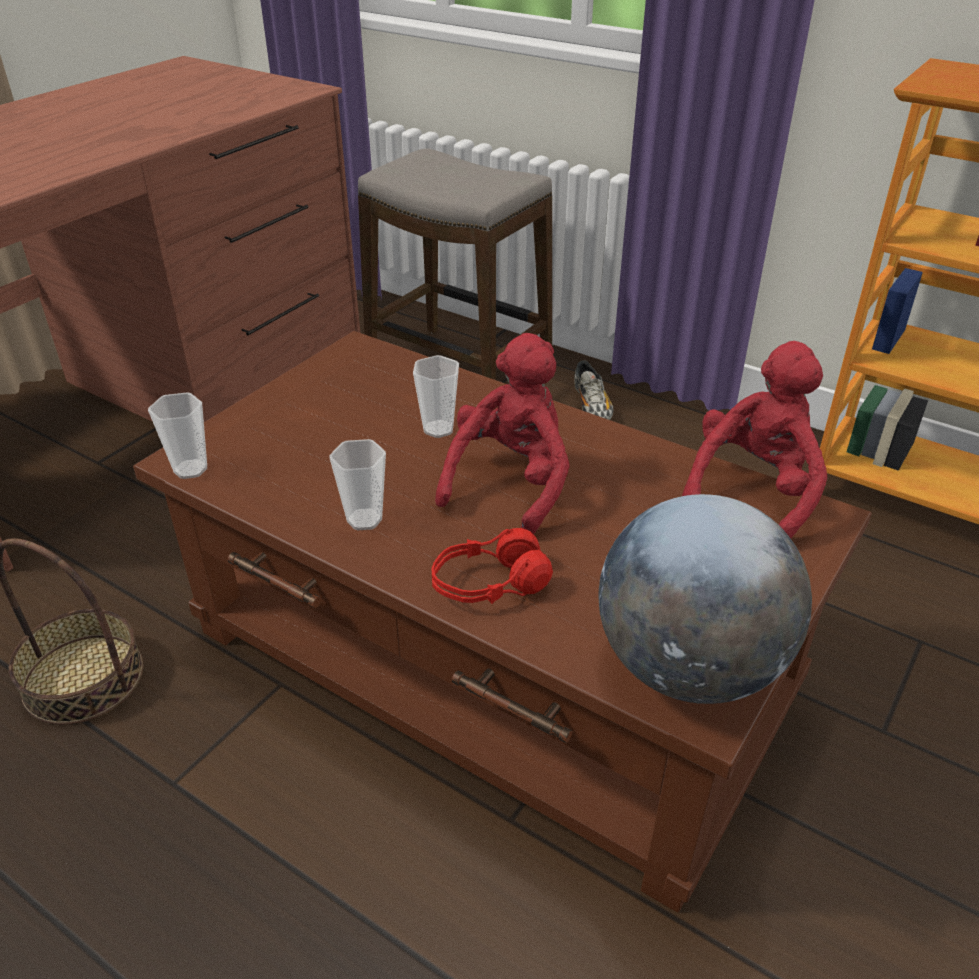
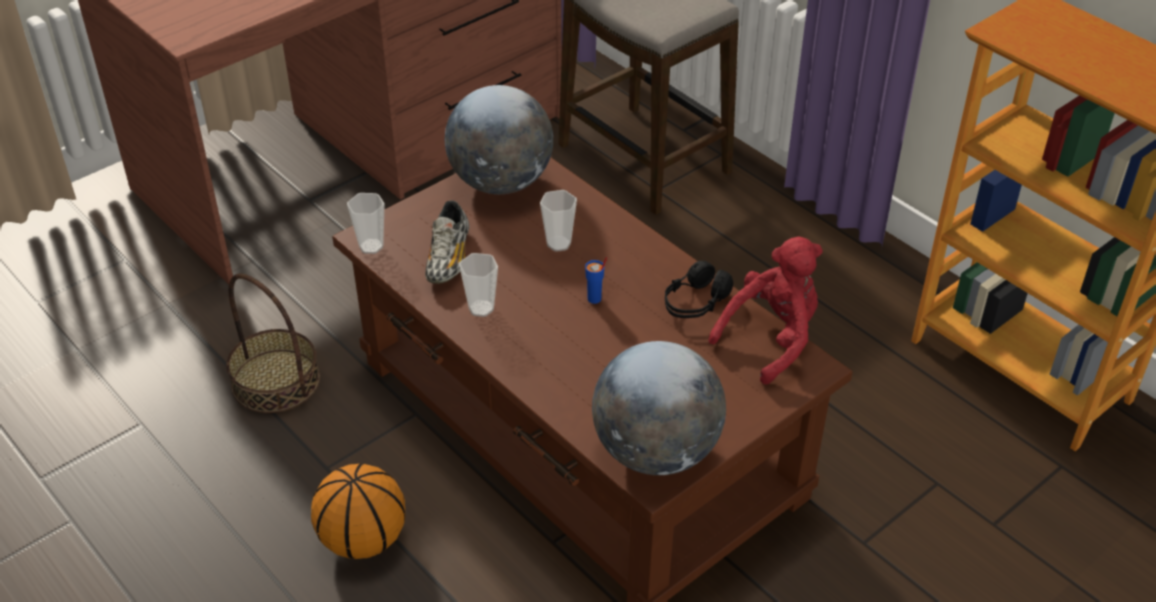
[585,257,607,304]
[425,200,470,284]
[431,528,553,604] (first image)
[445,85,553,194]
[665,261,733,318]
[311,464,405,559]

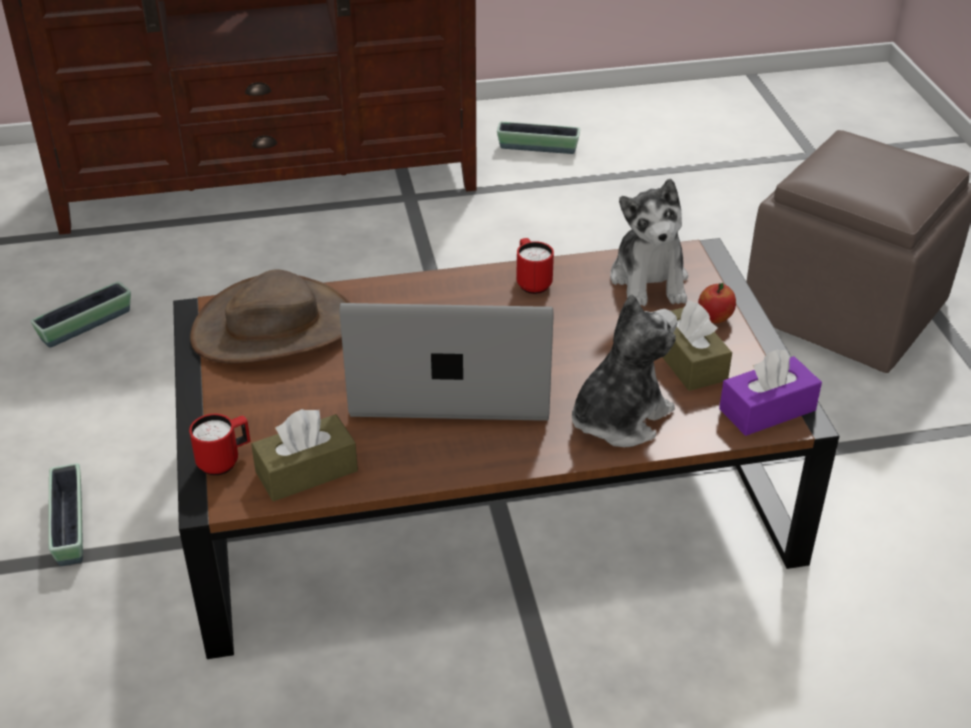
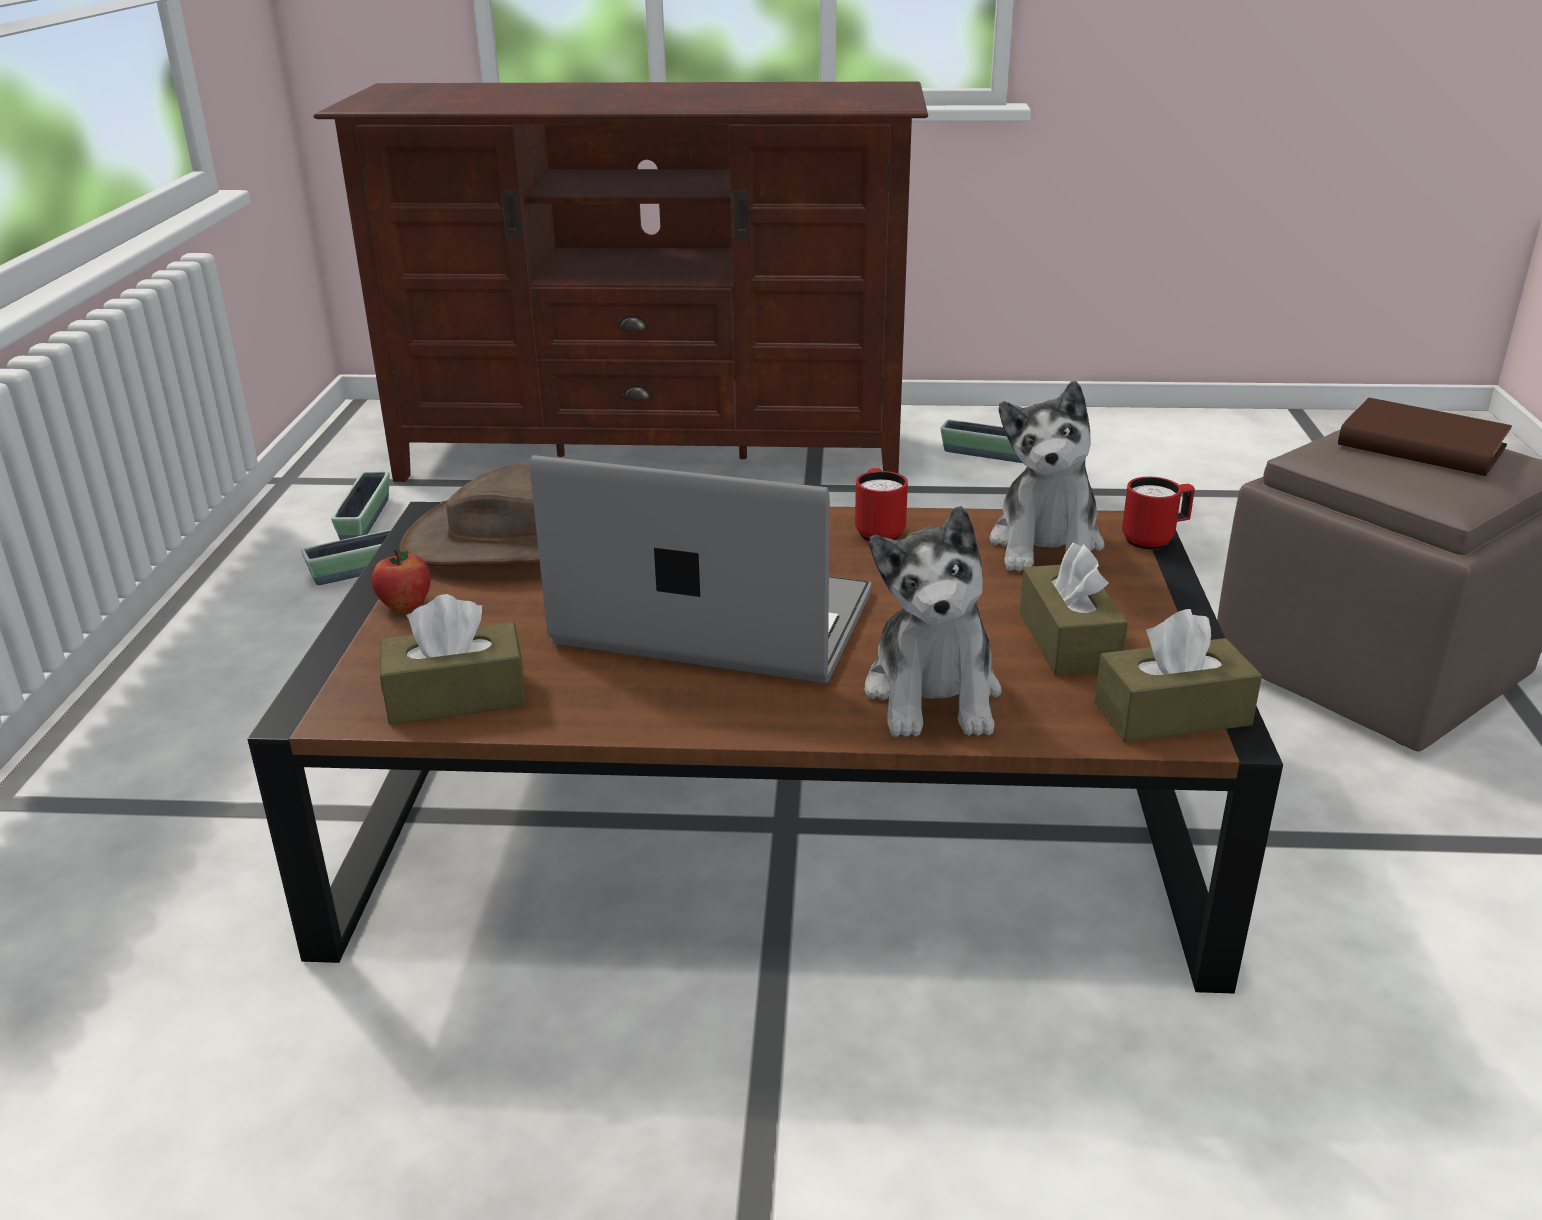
[371,549,431,612]
[865,506,1002,737]
[1094,609,1262,742]
[1122,477,1195,550]
[331,471,390,540]
[1338,398,1512,476]

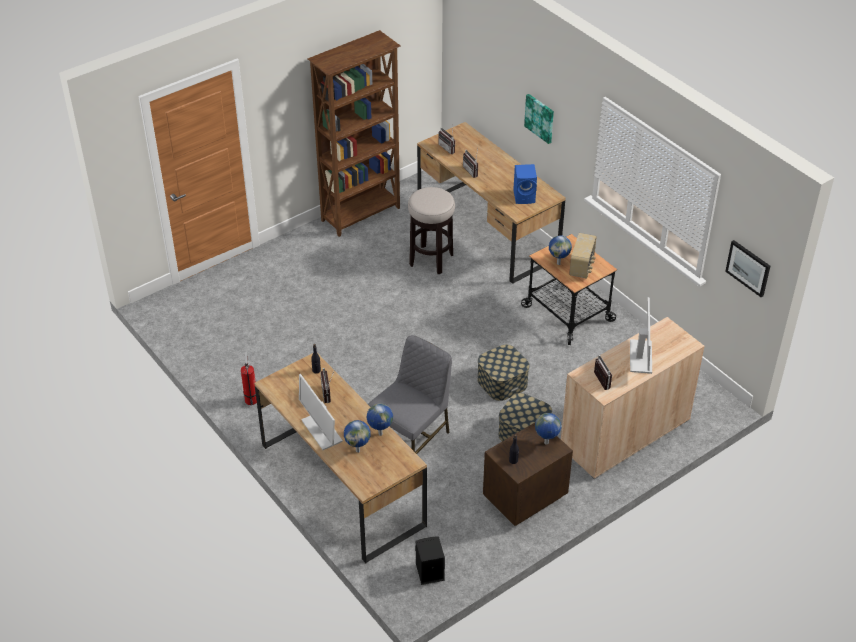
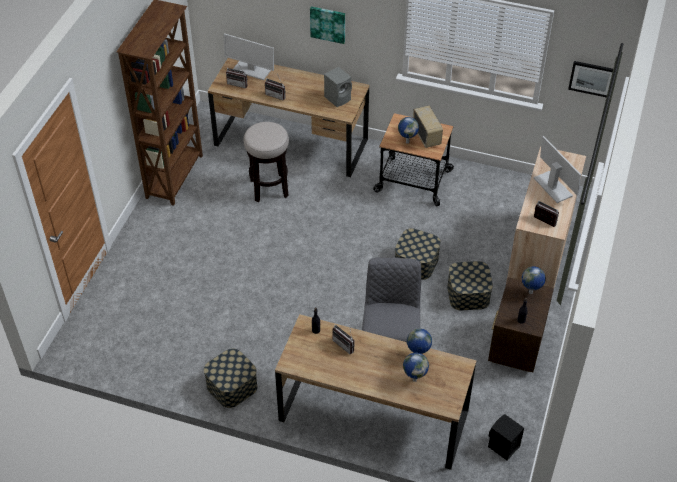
[324,67,352,107]
[204,349,258,408]
[223,33,274,80]

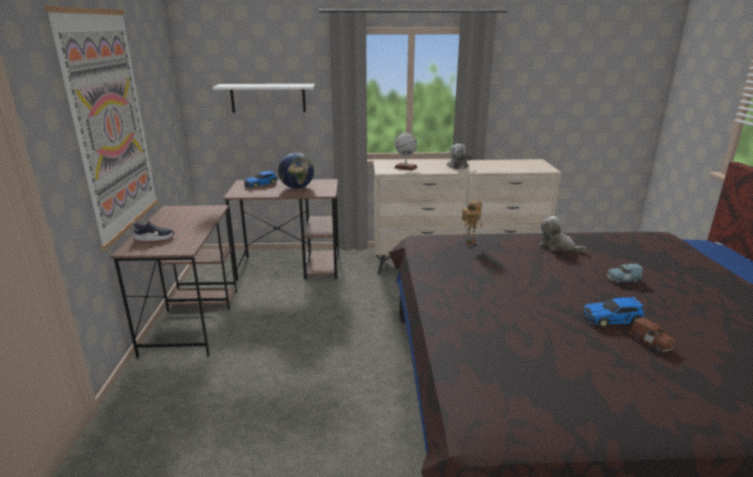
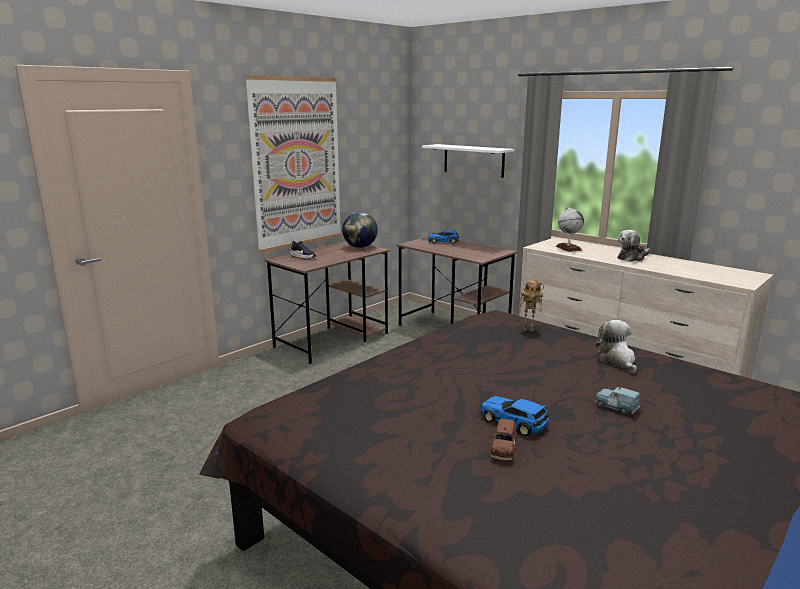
[342,212,378,248]

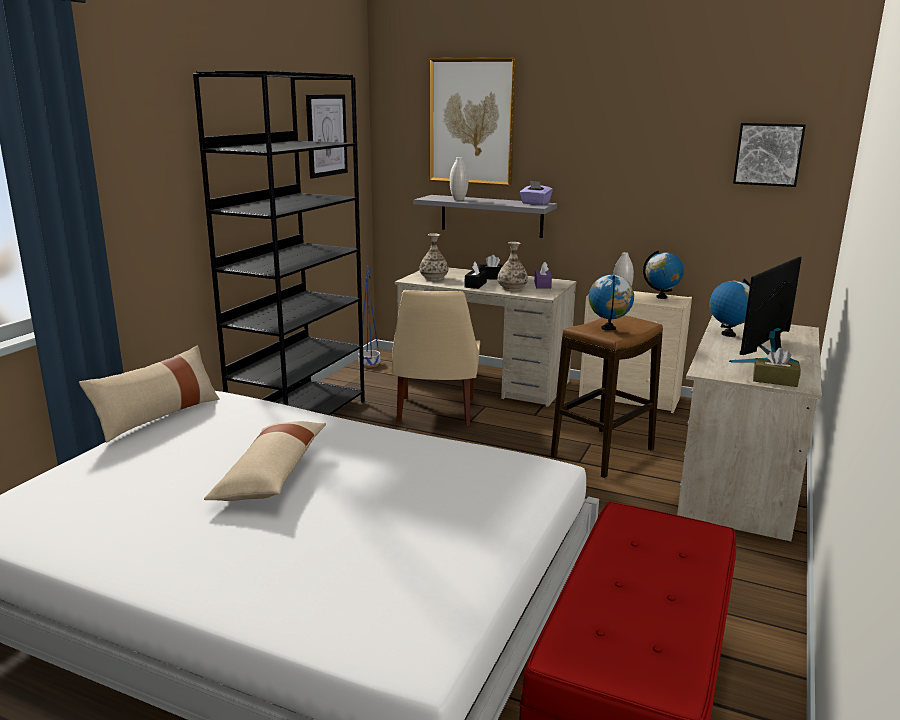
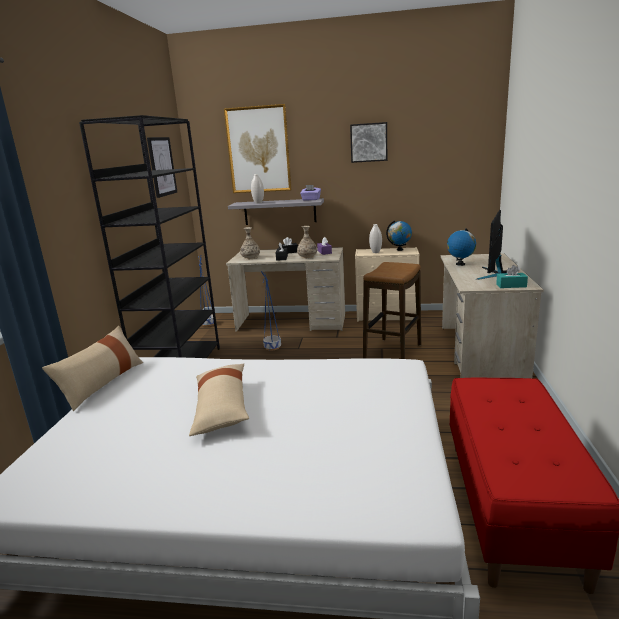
[350,122,387,163]
[589,275,634,331] (first image)
[261,271,281,351]
[496,265,528,288]

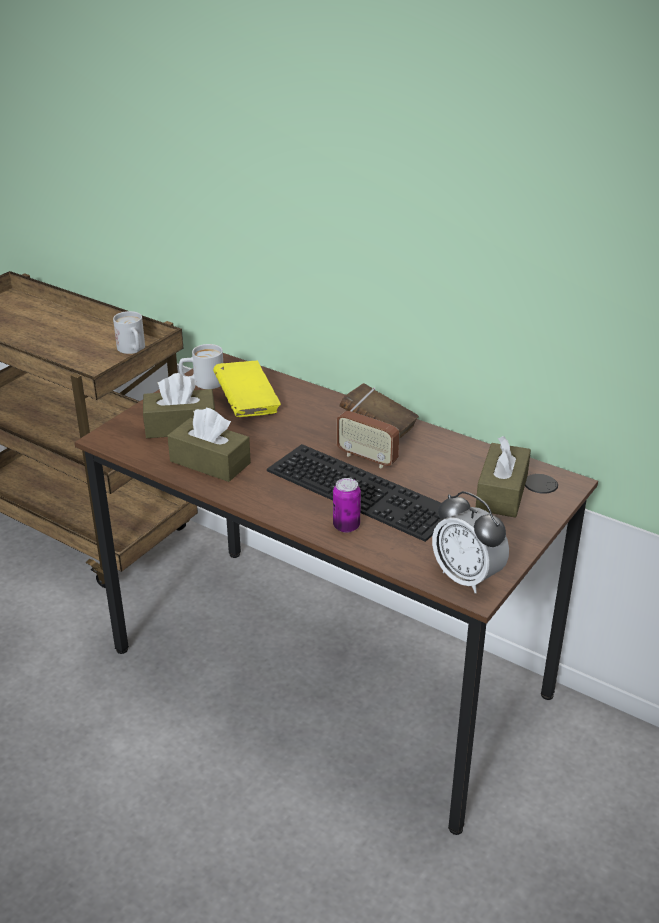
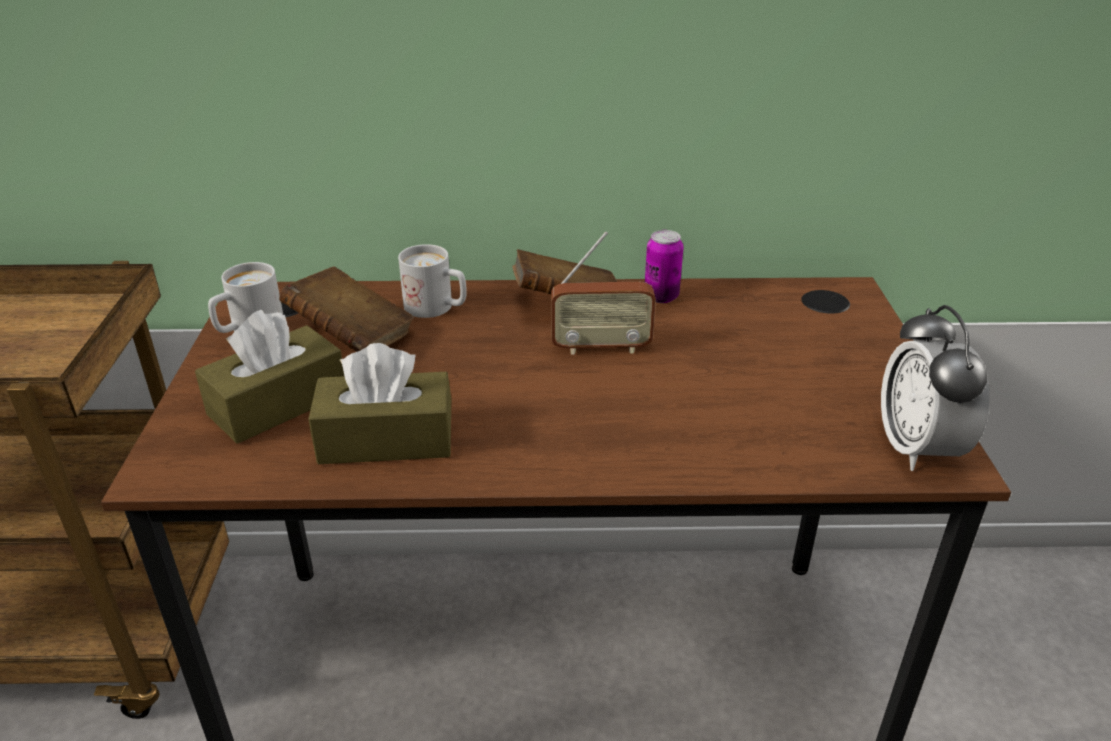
[398,244,467,318]
[279,266,414,352]
[476,436,531,518] (first image)
[267,444,445,542] (first image)
[645,230,684,303]
[881,305,989,471]

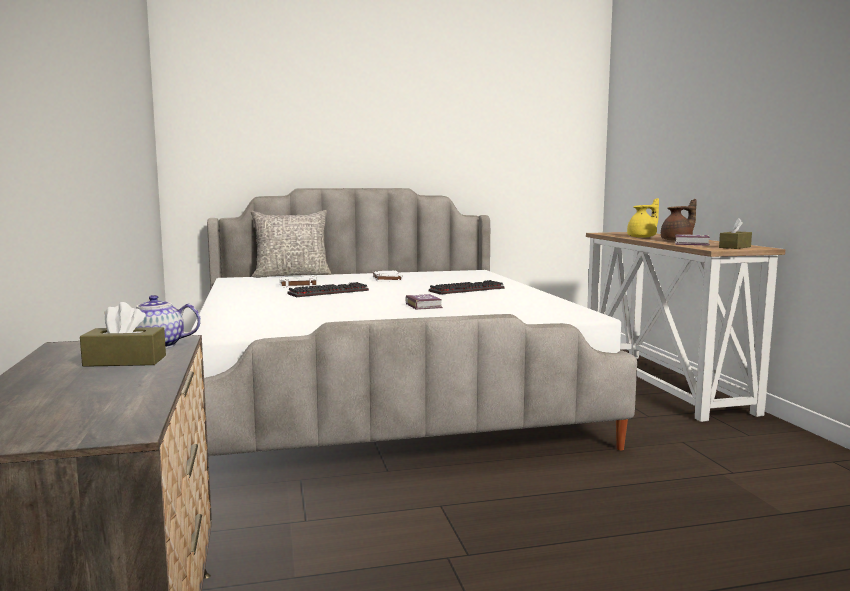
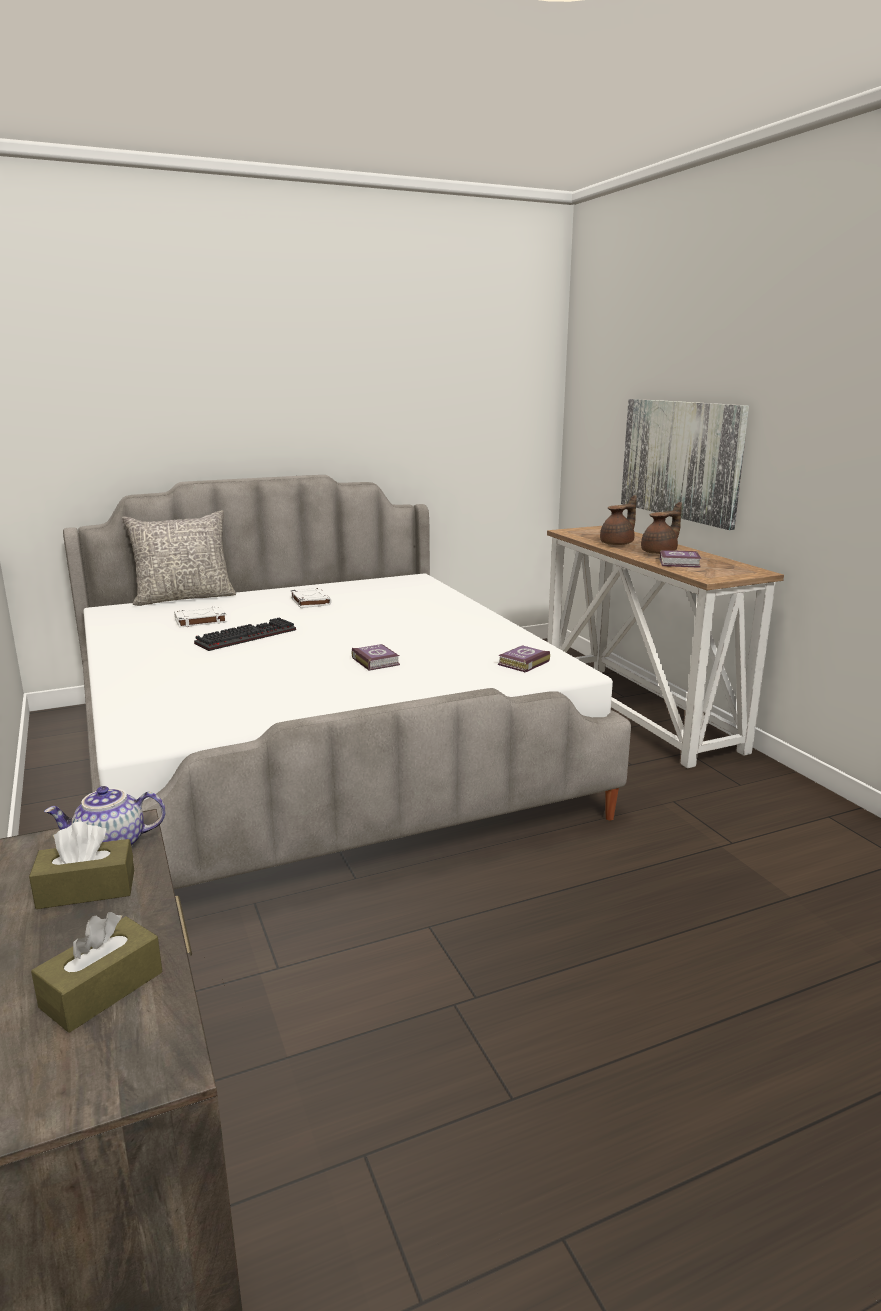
[600,495,636,545]
[31,912,162,1033]
[429,280,504,295] (first image)
[621,399,749,530]
[498,645,550,672]

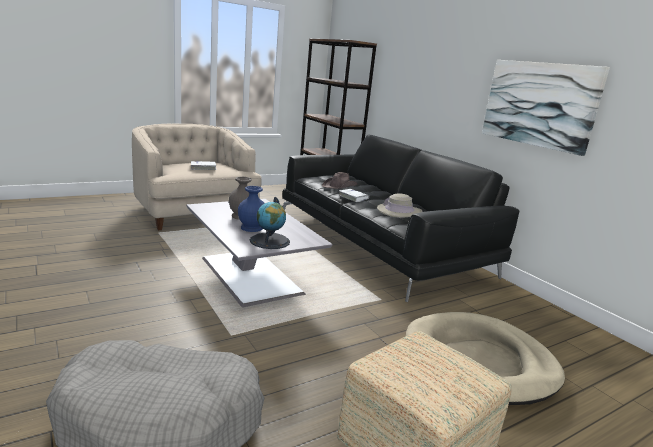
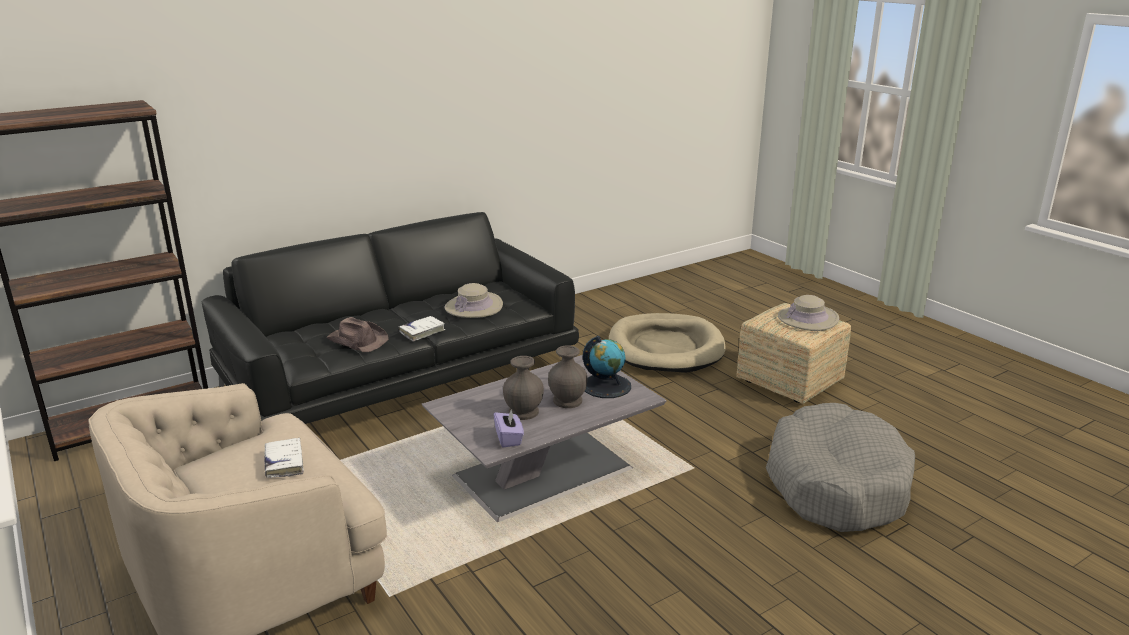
[482,60,610,156] (first image)
[548,345,588,408]
[778,295,839,331]
[494,408,524,447]

